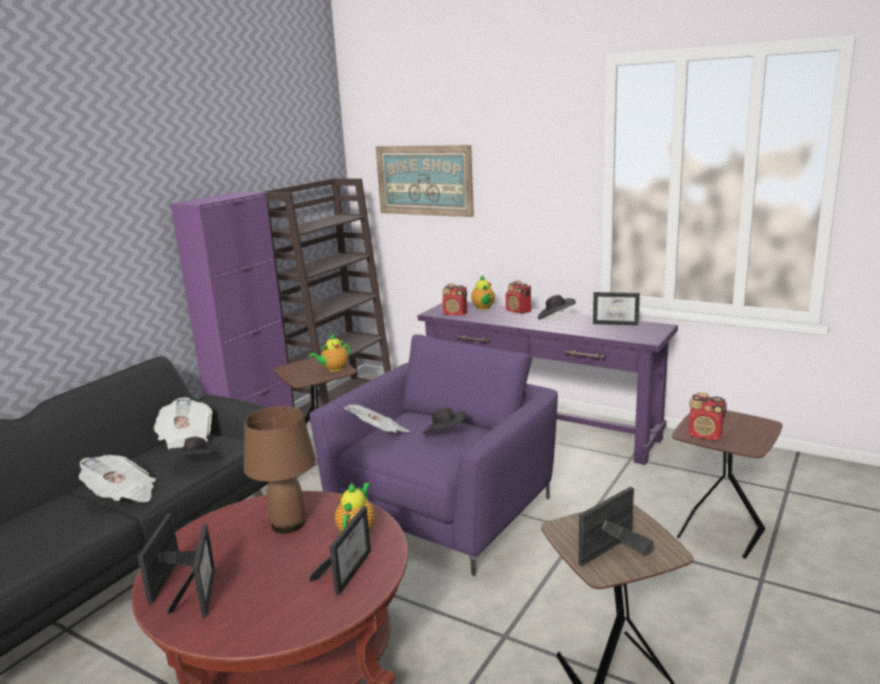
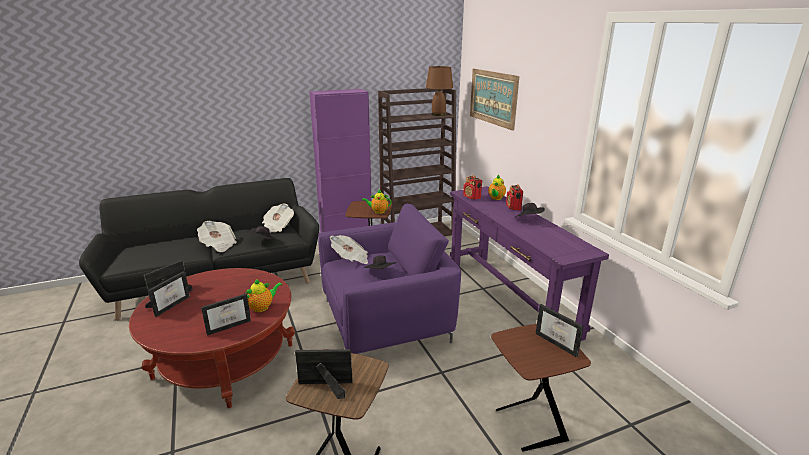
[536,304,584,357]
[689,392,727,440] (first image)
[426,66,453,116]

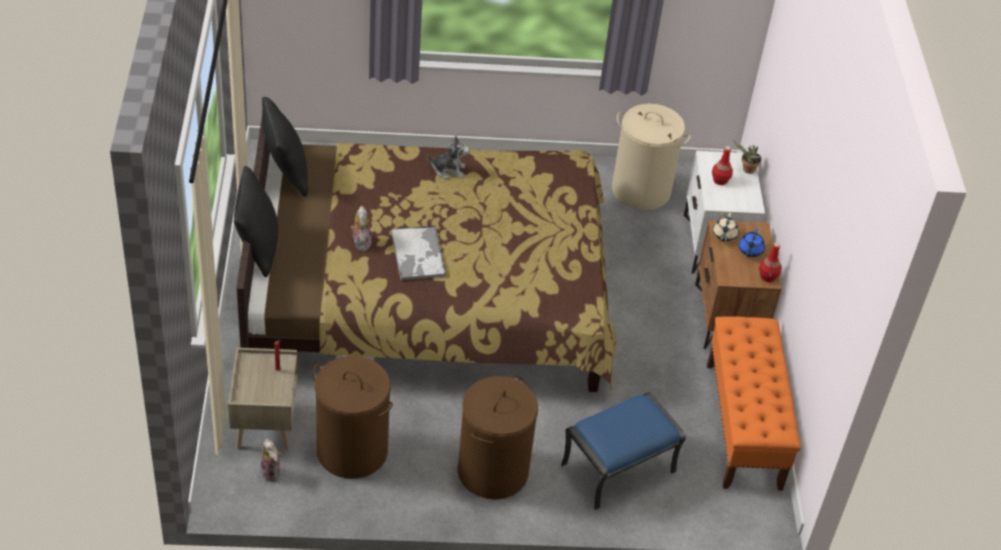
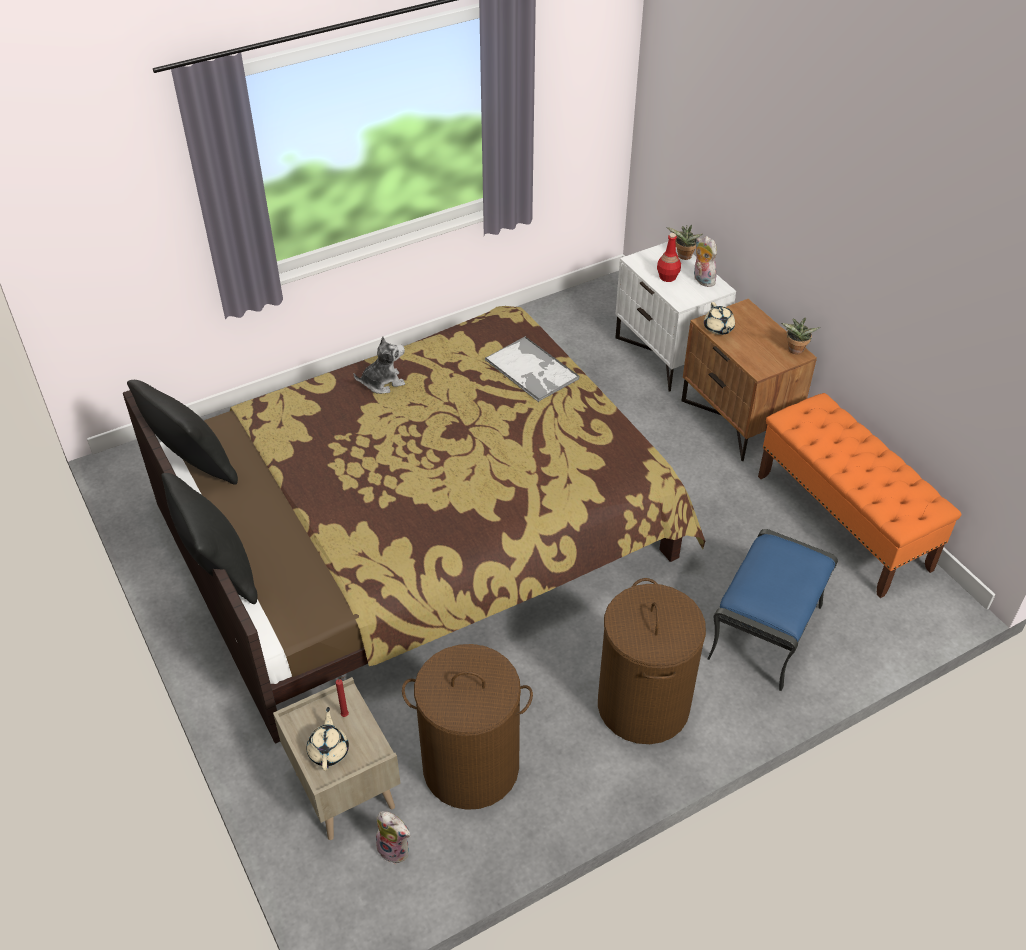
[612,104,690,210] (first image)
[694,236,717,287]
[485,336,580,402]
[738,228,765,257] (first image)
[781,318,820,354]
[307,707,349,771]

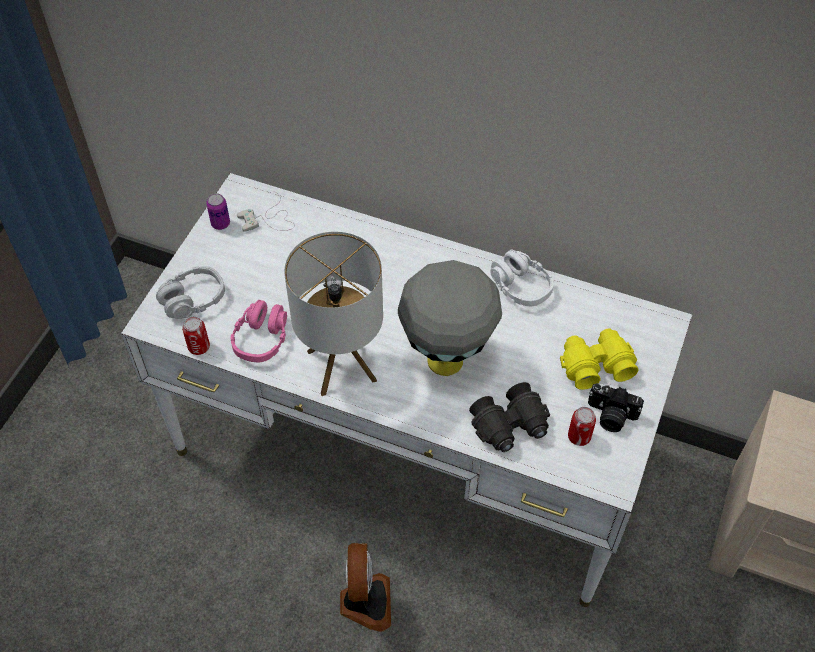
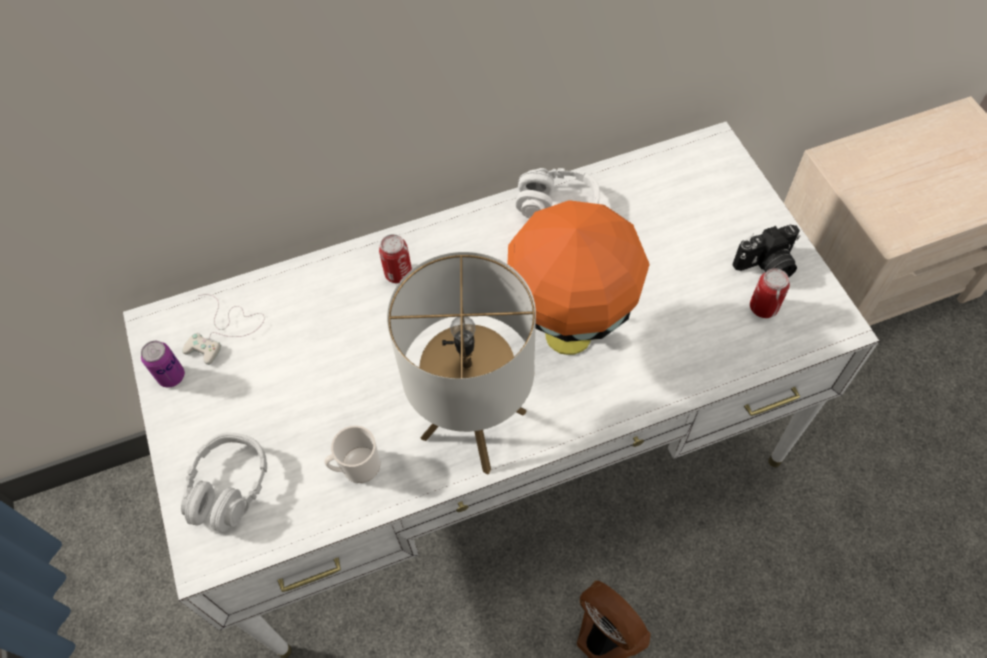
[507,200,650,355]
[324,425,380,483]
[379,234,412,283]
[560,328,639,390] (first image)
[469,382,550,452] (first image)

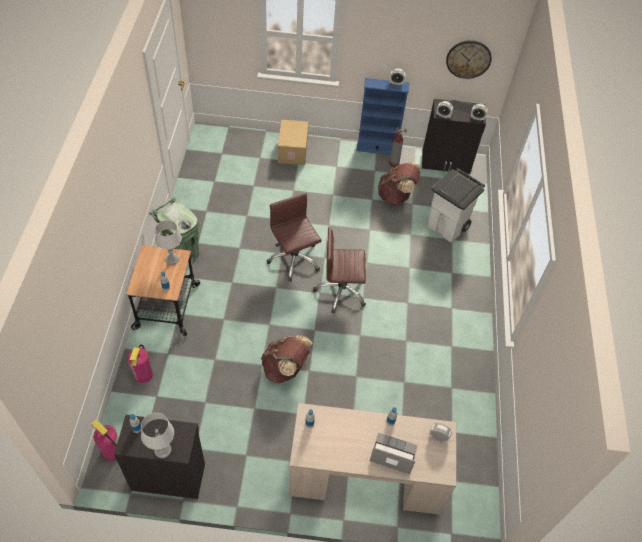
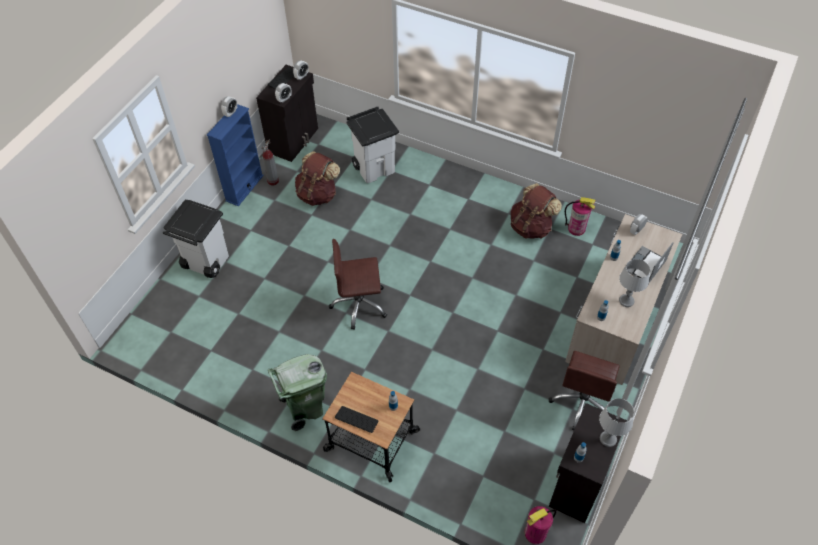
[446,40,491,79] (first image)
[163,200,229,278]
[619,259,650,307]
[549,351,620,430]
[511,183,562,239]
[565,197,596,236]
[335,406,379,433]

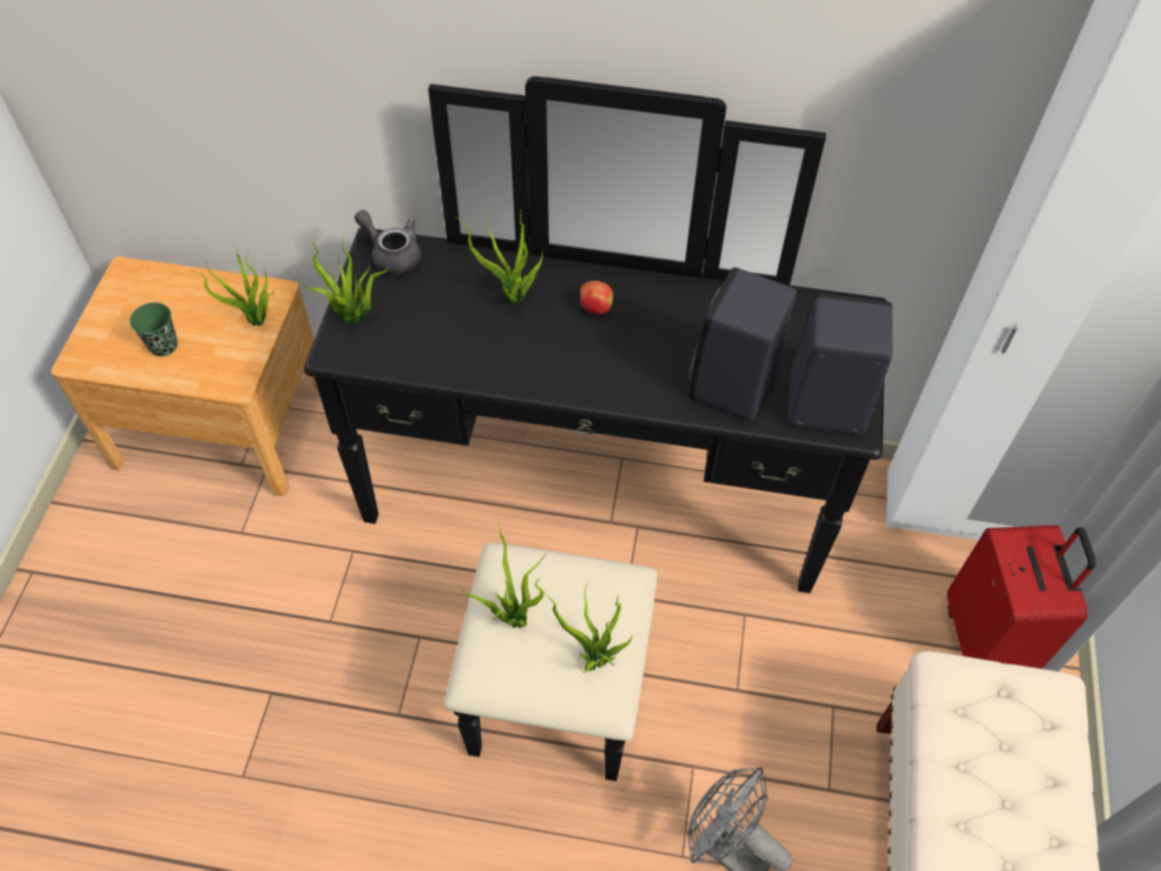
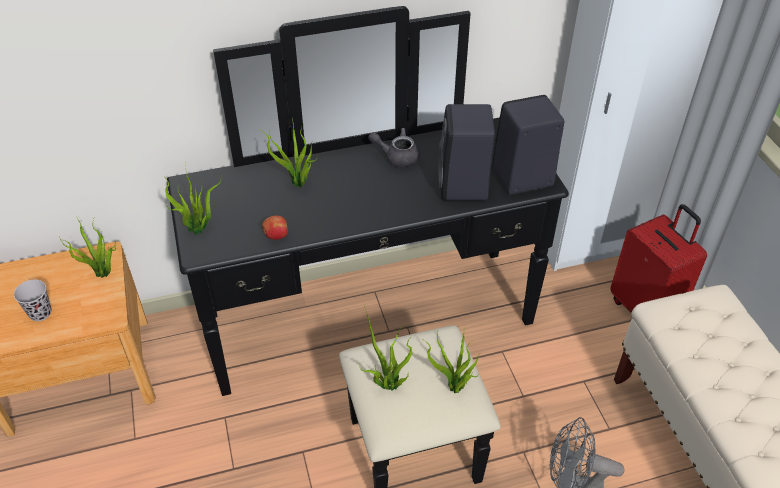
[368,128,420,167]
[262,216,288,240]
[14,280,51,321]

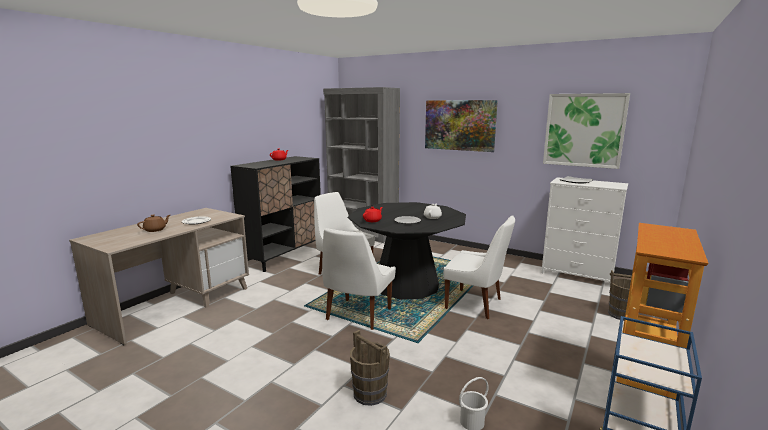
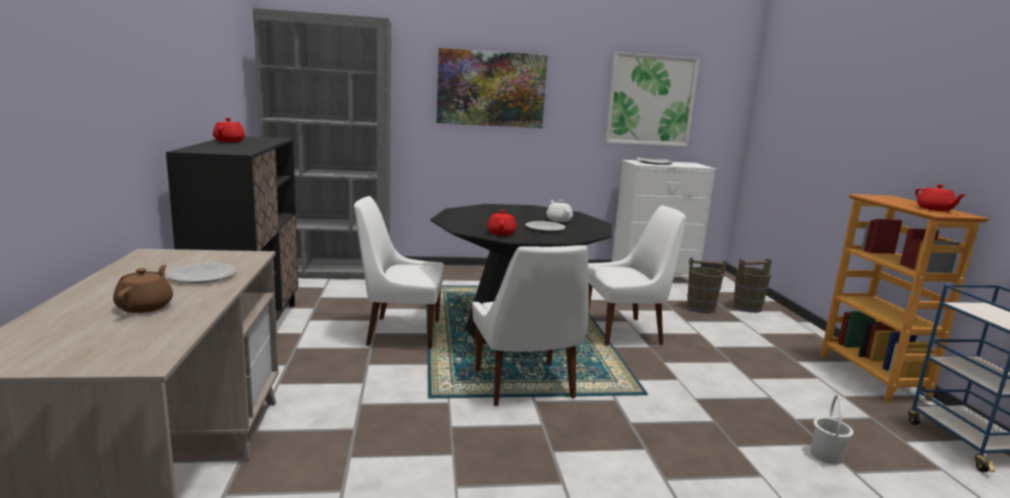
[687,257,727,313]
[915,184,965,211]

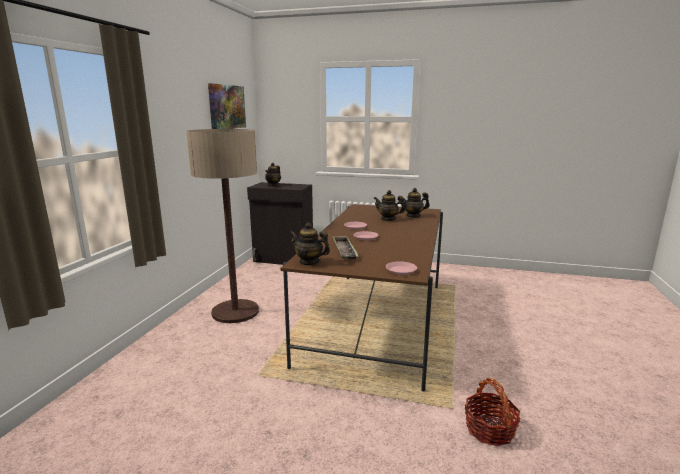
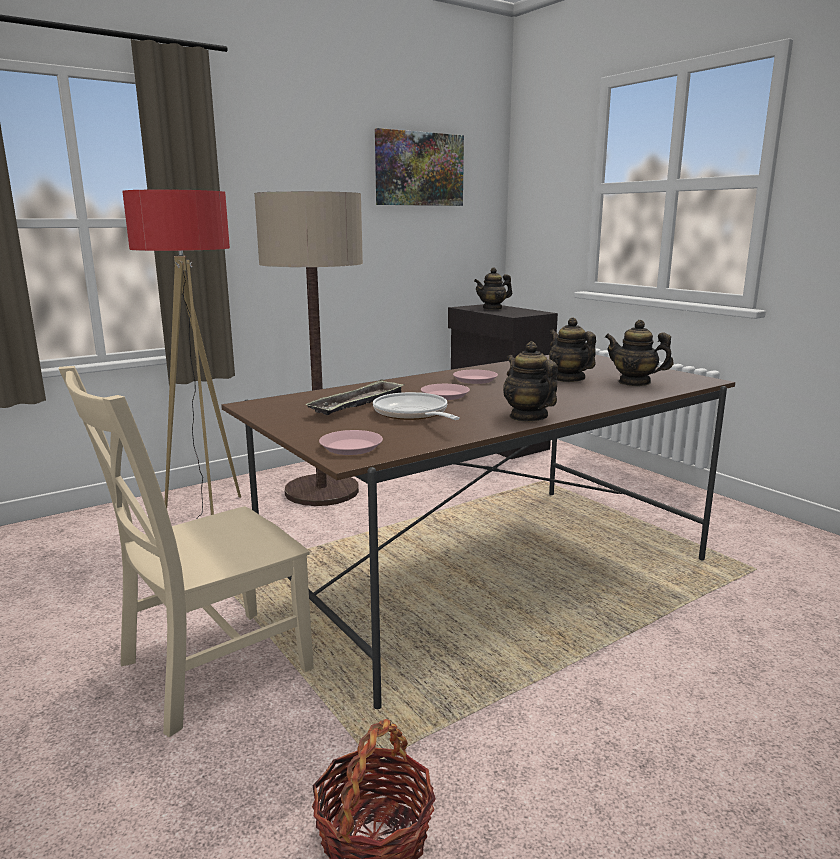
[503,341,558,422]
[122,189,241,517]
[59,366,314,737]
[373,392,460,420]

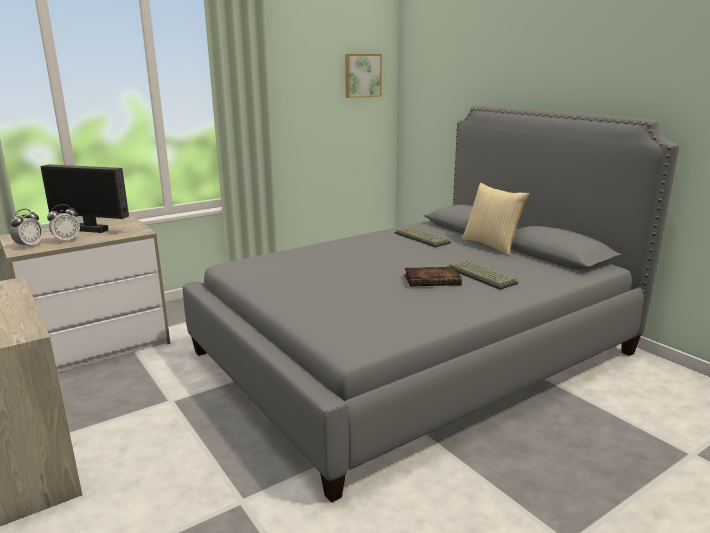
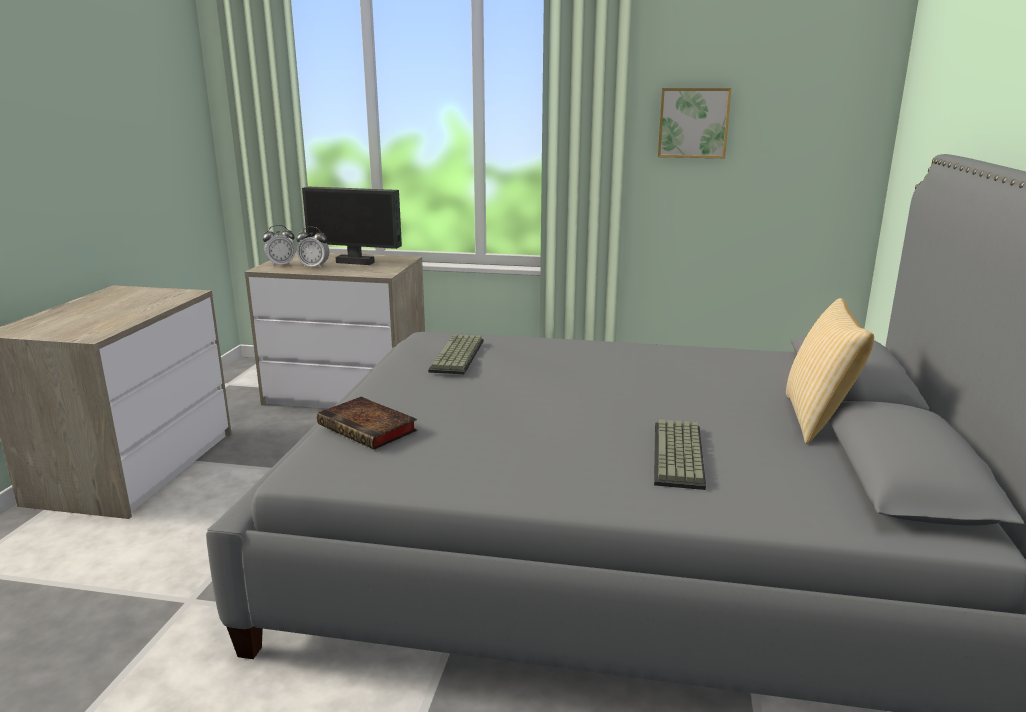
[658,88,731,158]
[302,187,402,265]
[428,334,484,374]
[317,397,417,450]

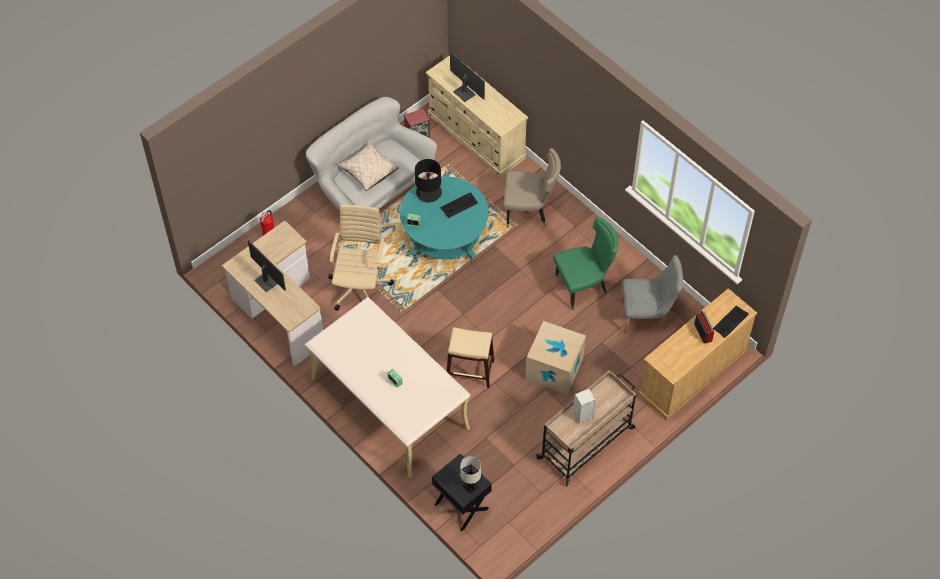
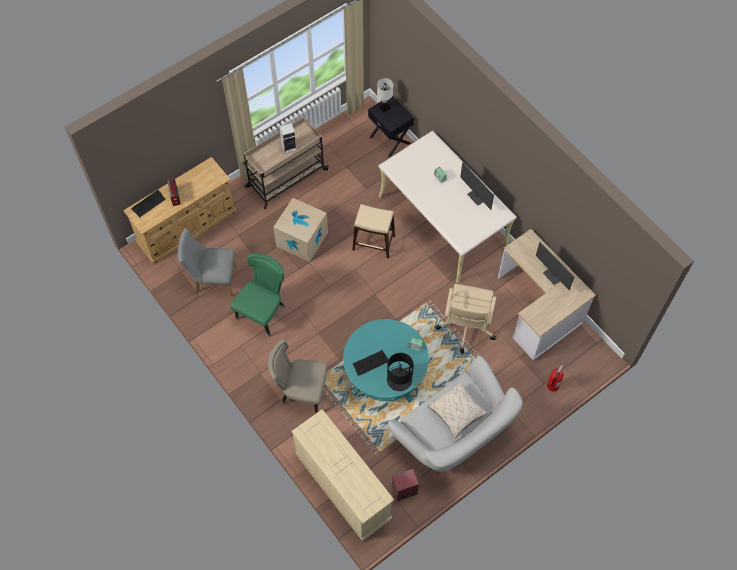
[460,163,494,210]
[230,253,285,337]

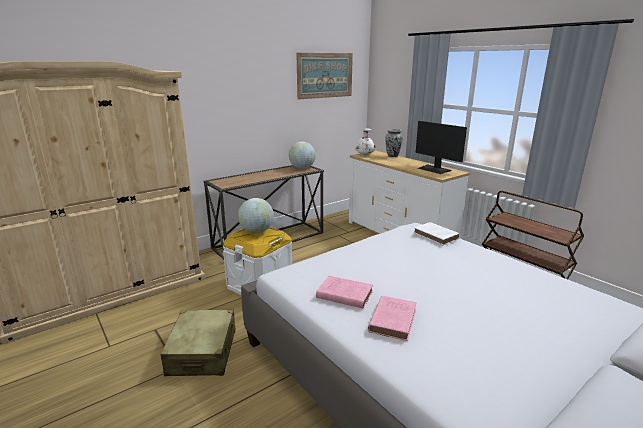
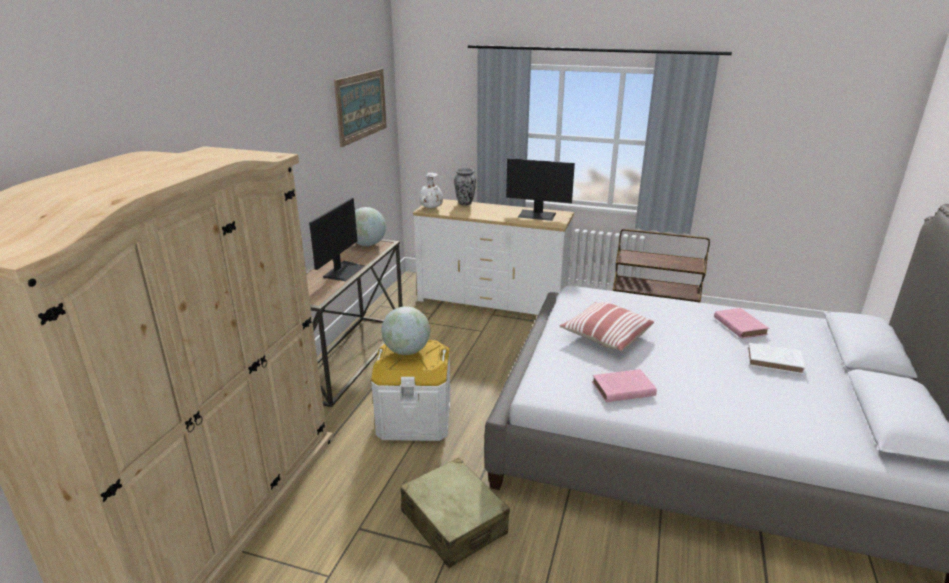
[748,343,805,374]
[714,308,769,338]
[309,198,366,281]
[560,302,654,351]

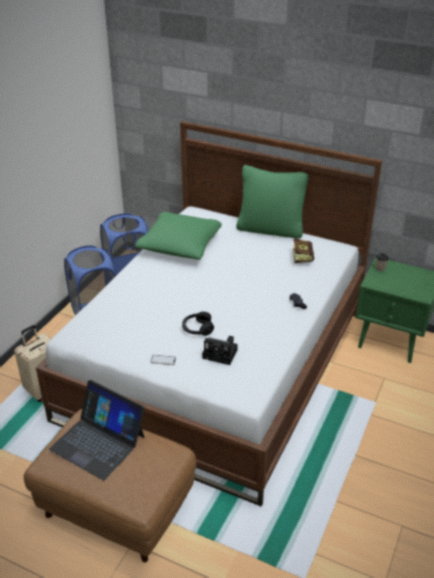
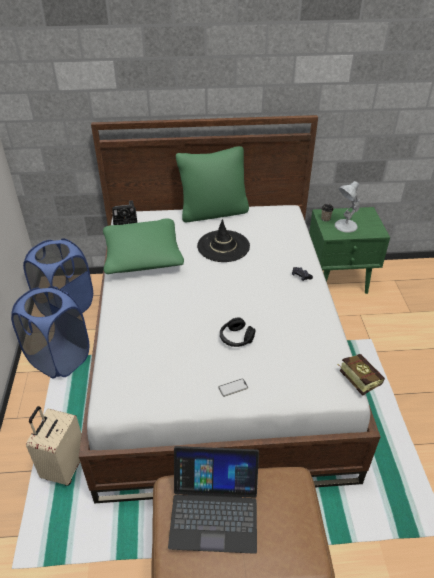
[338,354,385,396]
[112,201,137,225]
[335,181,360,233]
[197,219,250,262]

